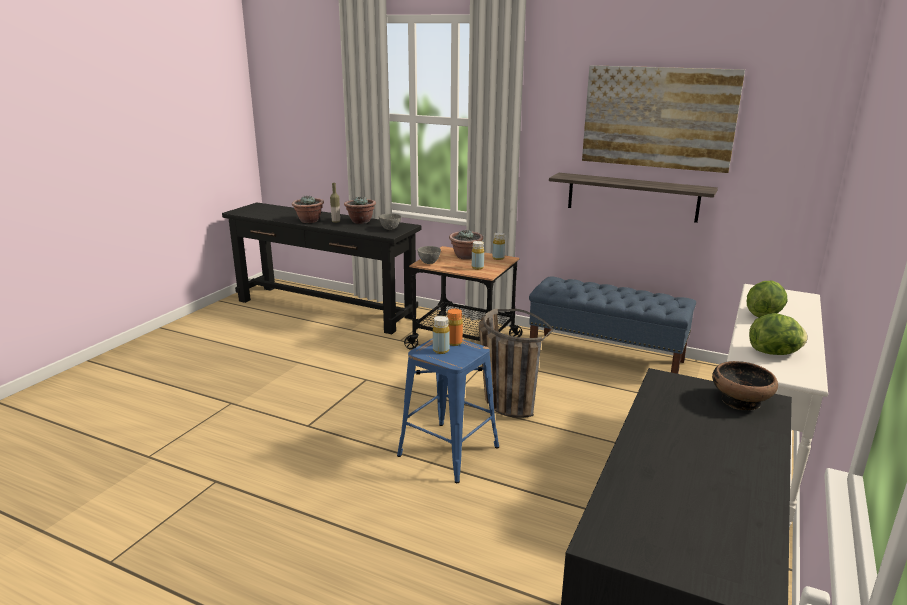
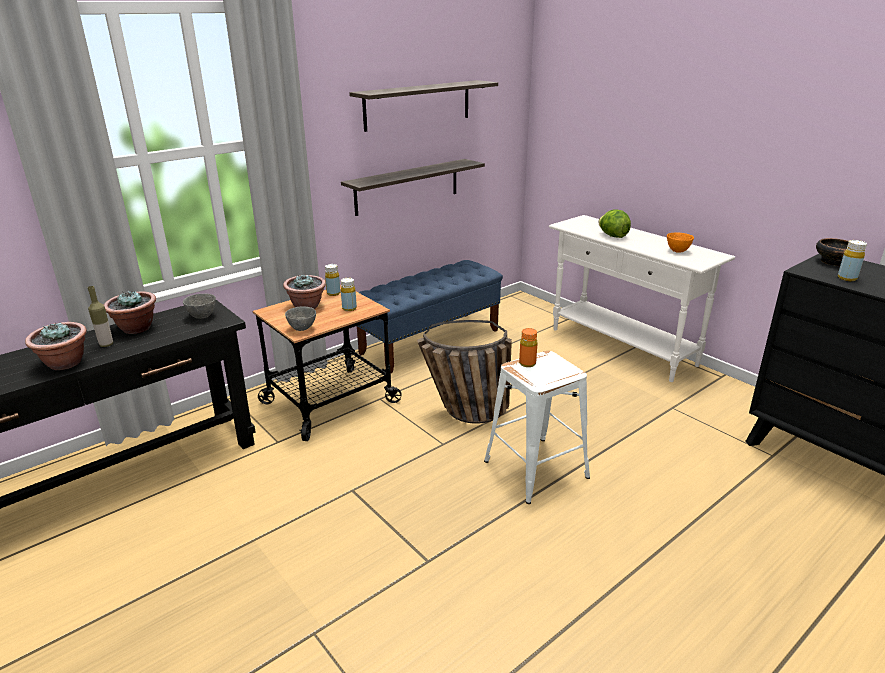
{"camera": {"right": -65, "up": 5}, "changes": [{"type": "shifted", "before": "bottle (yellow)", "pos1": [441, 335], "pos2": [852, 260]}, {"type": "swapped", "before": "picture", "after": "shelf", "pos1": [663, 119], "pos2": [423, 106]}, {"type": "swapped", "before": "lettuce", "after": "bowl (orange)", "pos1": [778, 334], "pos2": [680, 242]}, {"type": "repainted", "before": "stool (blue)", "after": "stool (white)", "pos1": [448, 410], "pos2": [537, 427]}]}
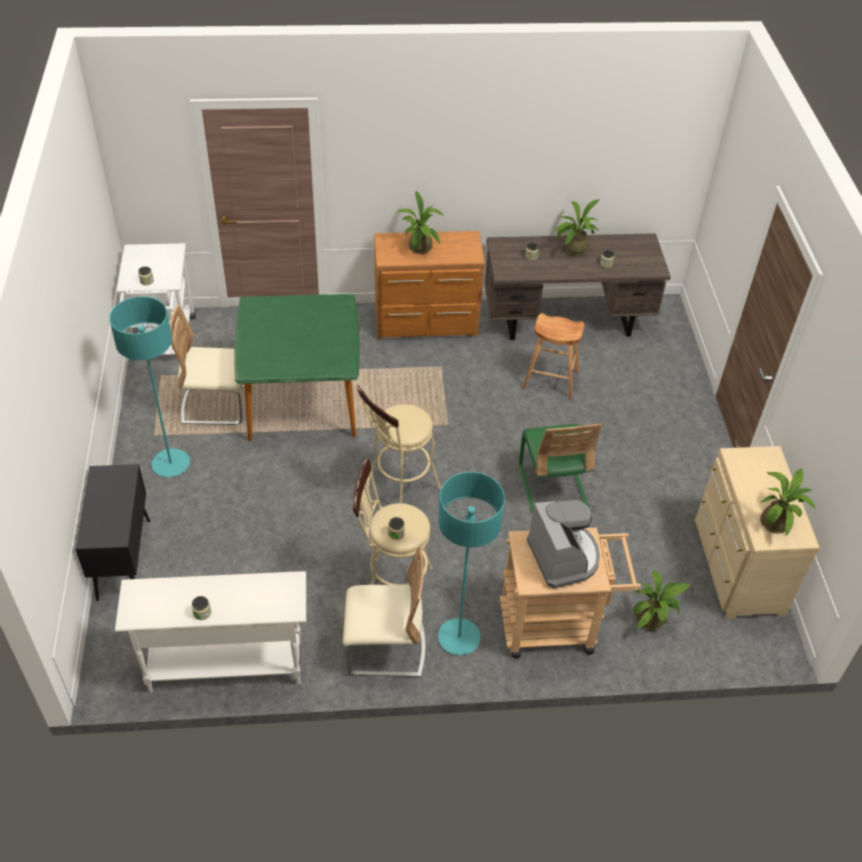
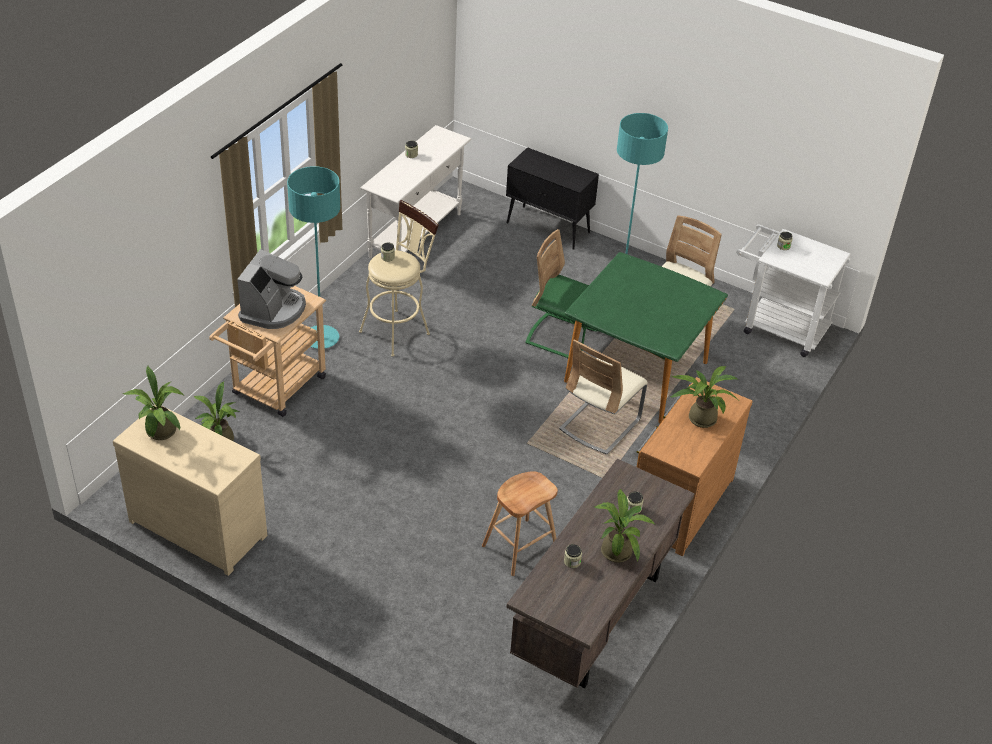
{"camera": {"right": 125, "up": -5}, "changes": [{"type": "gone", "before": "stool (beige)", "pos1": [398, 444]}, {"type": "shifted", "before": "chair (beige)", "pos1": [384, 611], "pos2": [603, 397]}, {"type": "shifted", "before": "chair (green)", "pos1": [560, 468], "pos2": [560, 294]}, {"type": "rotated", "before": "coffee machine", "pos1": [563, 544], "pos2": [271, 289], "turn": -90}]}
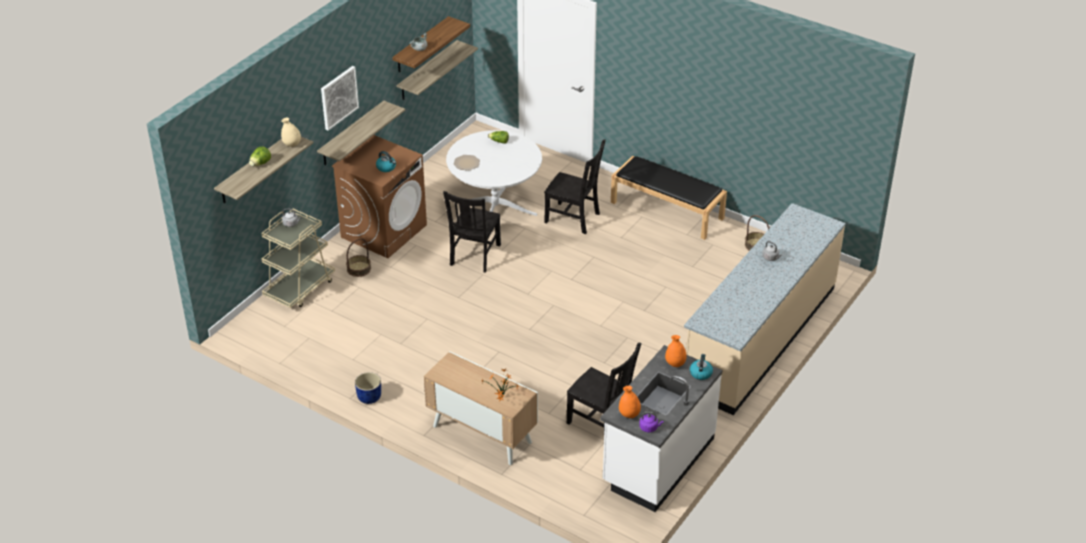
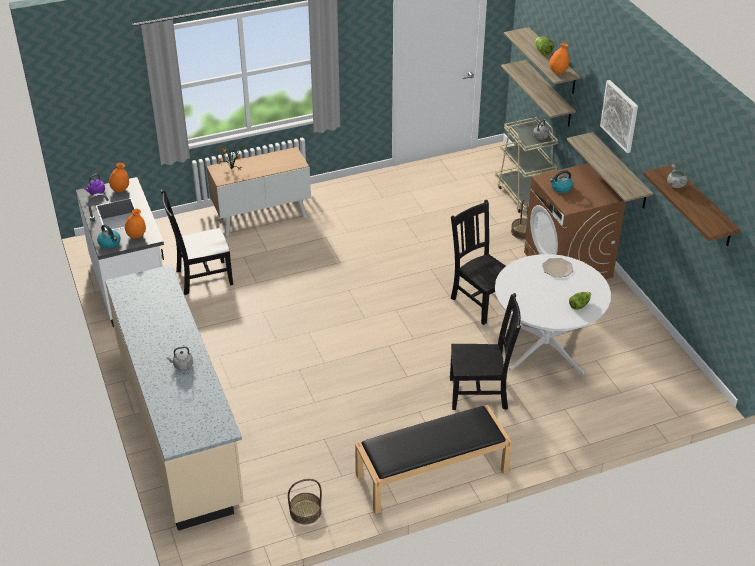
{"camera": {"right": 125, "up": 0}, "changes": [{"type": "gone", "before": "planter (blue)", "pos1": [368, 388]}, {"type": "shifted", "before": "shelf", "pos1": [437, 70], "pos2": [538, 93]}, {"type": "repainted", "before": "vase (beige)", "after": "vase (orange)", "pos1": [291, 132], "pos2": [559, 58]}, {"type": "rotated", "before": "chair (black)", "pos1": [575, 187], "pos2": [485, 351], "turn": -150}]}
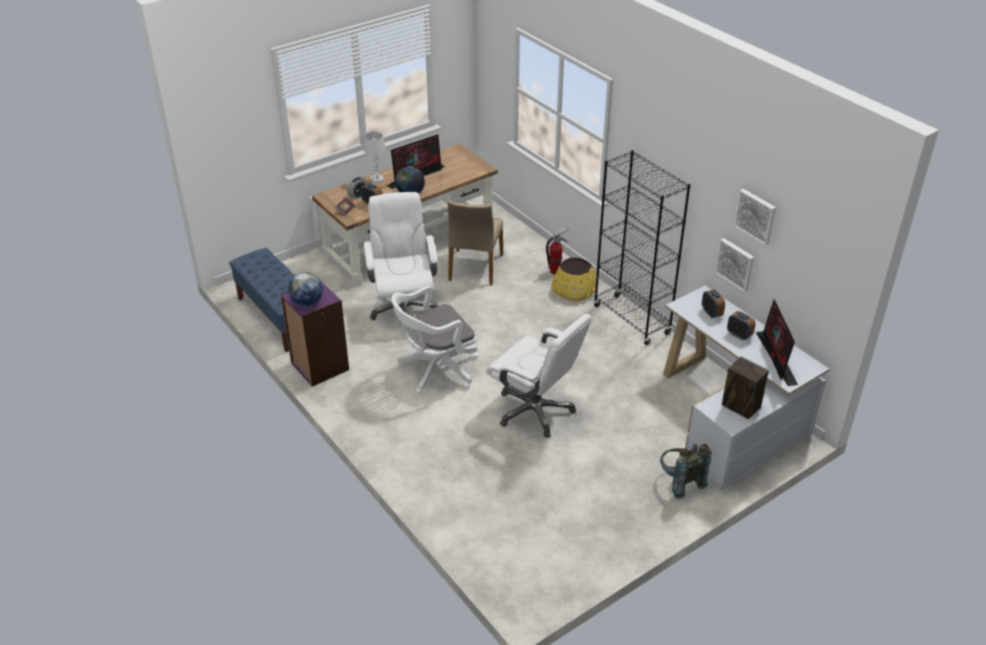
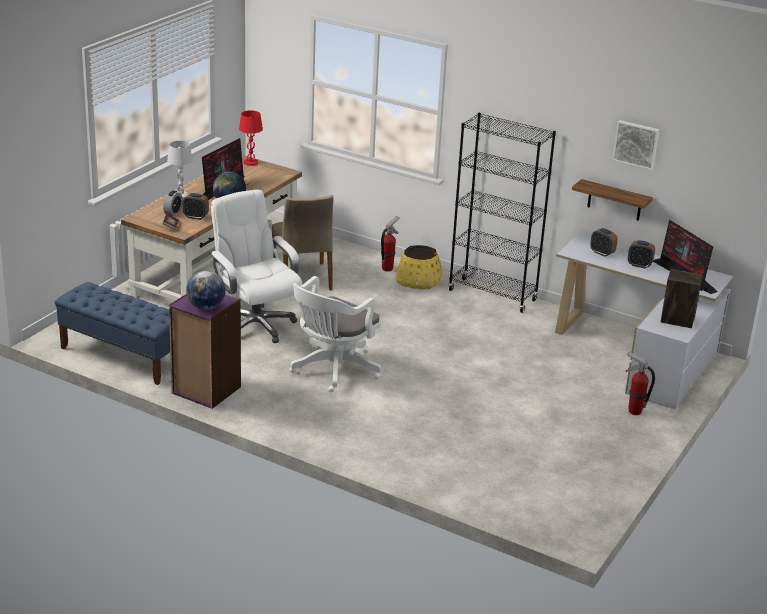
{"camera": {"right": -25, "up": -10}, "changes": [{"type": "gone", "before": "office chair (white)", "pos1": [539, 376]}, {"type": "new", "after": "table lamp (red)", "pos2": [251, 138]}, {"type": "swapped", "before": "backpack (grey)", "after": "fire extinguisher", "pos1": [686, 471], "pos2": [640, 383]}, {"type": "swapped", "before": "picture", "after": "shelf", "pos1": [734, 265], "pos2": [612, 200]}]}
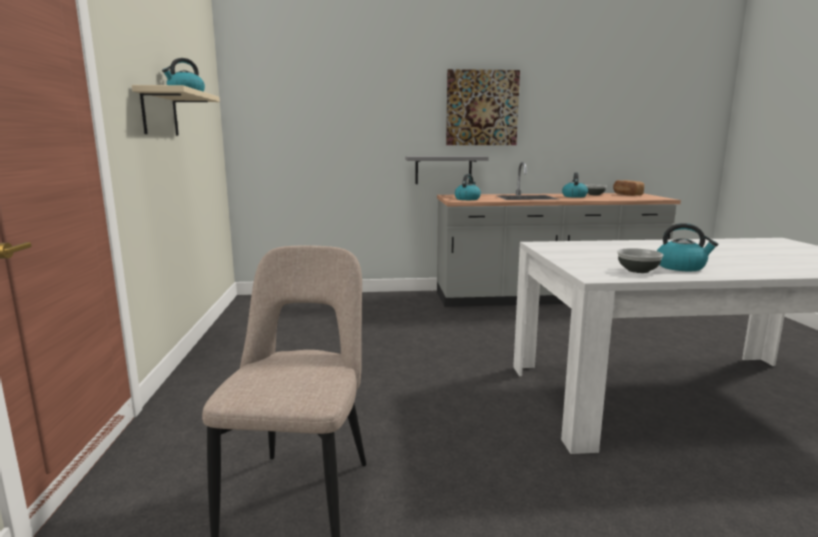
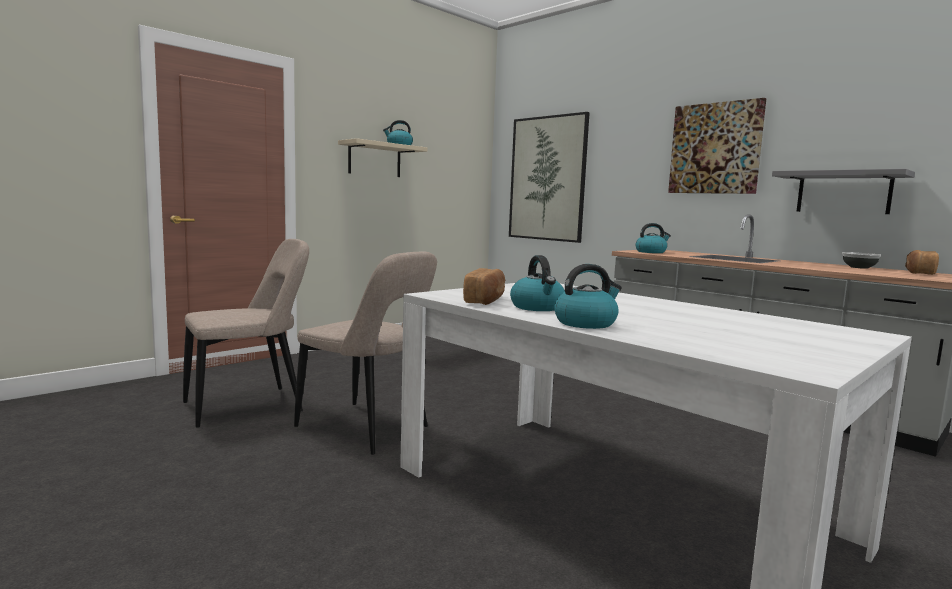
{"camera": {"right": 50, "up": -5}, "changes": [{"type": "new", "after": "chair (beige)", "pos2": [365, 353]}, {"type": "new", "after": "picture", "pos2": [549, 177]}, {"type": "shifted", "before": "shelf (grey)", "pos1": [447, 170], "pos2": [843, 191]}, {"type": "shifted", "before": "kettle", "pos1": [575, 185], "pos2": [588, 296]}, {"type": "swapped", "before": "bowl", "after": "bread", "pos1": [640, 260], "pos2": [484, 286]}]}
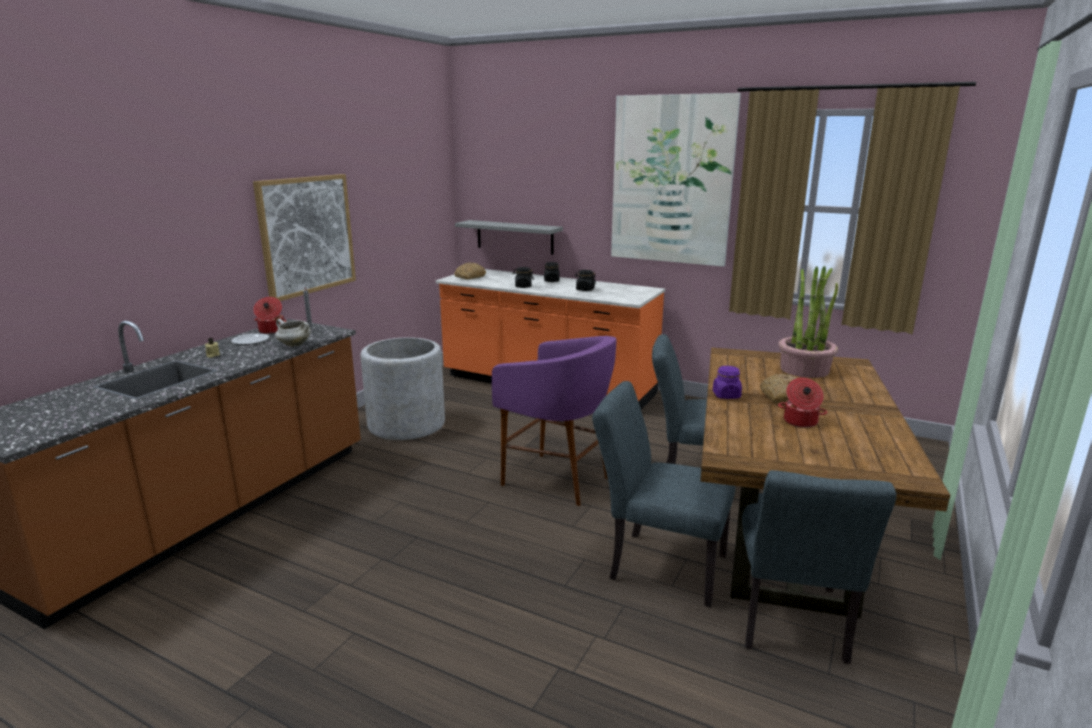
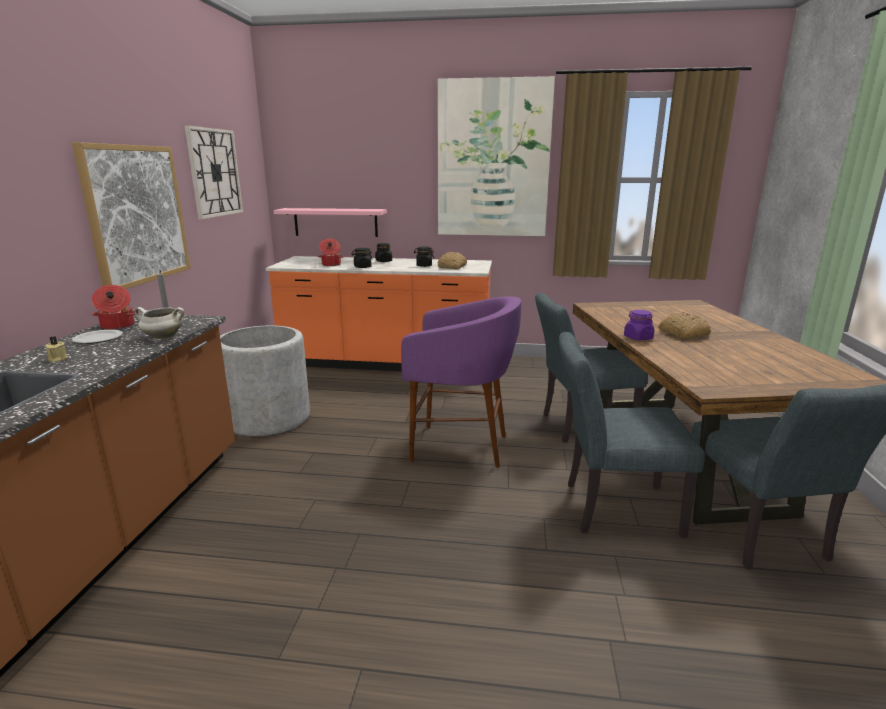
{"camera": {"right": -20, "up": 0}, "changes": [{"type": "gone", "before": "potted plant", "pos1": [808, 322]}, {"type": "new", "after": "wall clock", "pos2": [213, 172]}, {"type": "shifted", "before": "bread", "pos1": [470, 271], "pos2": [452, 260]}, {"type": "shifted", "before": "cooking pot", "pos1": [802, 403], "pos2": [331, 252]}, {"type": "repainted", "before": "shelf (grey)", "after": "shelf (pink)", "pos1": [509, 237], "pos2": [330, 222]}]}
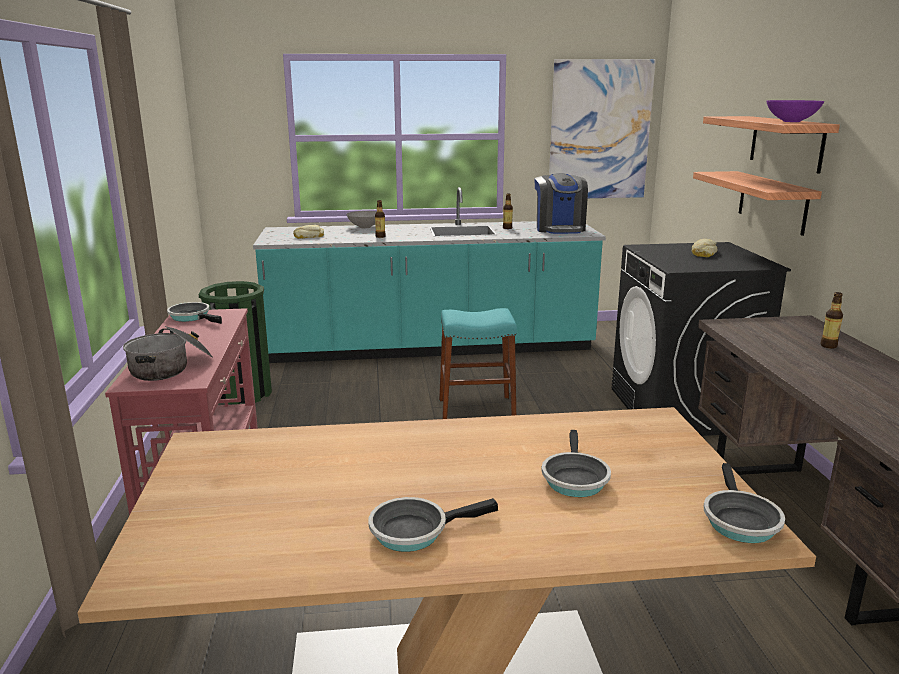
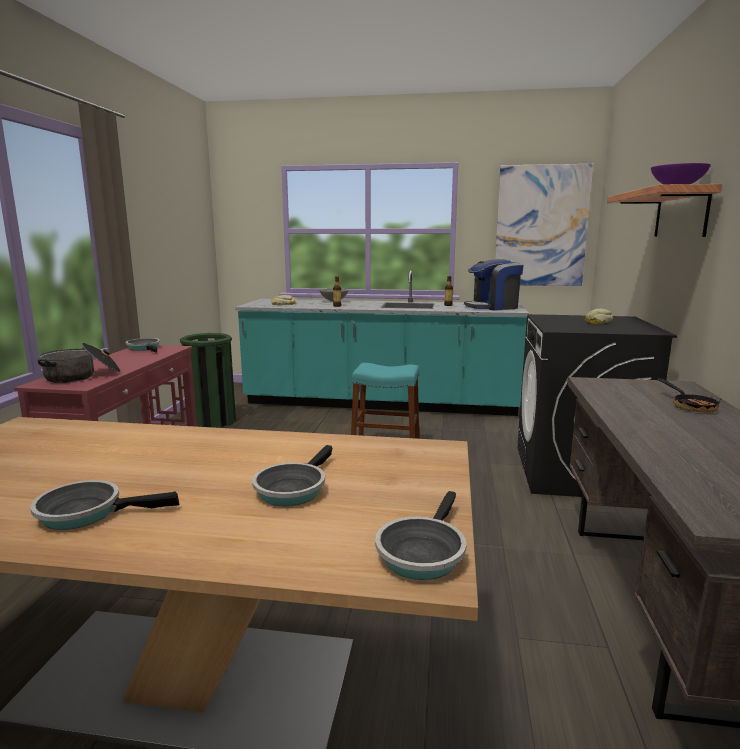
{"camera": {"right": 15, "up": -5}, "changes": [{"type": "gone", "before": "shelf", "pos1": [757, 203]}, {"type": "swapped", "before": "bottle", "after": "frying pan", "pos1": [831, 320], "pos2": [689, 395]}, {"type": "rotated", "before": "coffee machine", "pos1": [561, 203], "pos2": [493, 285], "turn": 60}]}
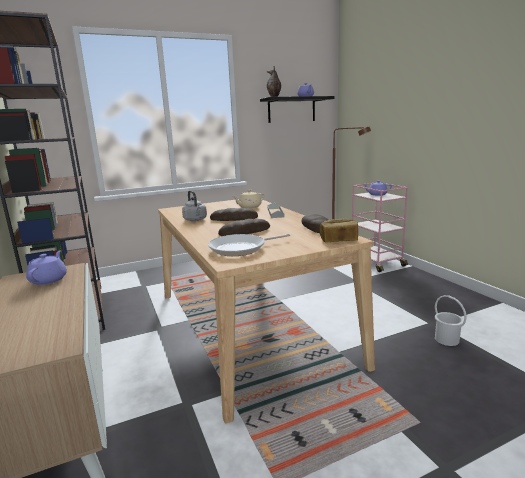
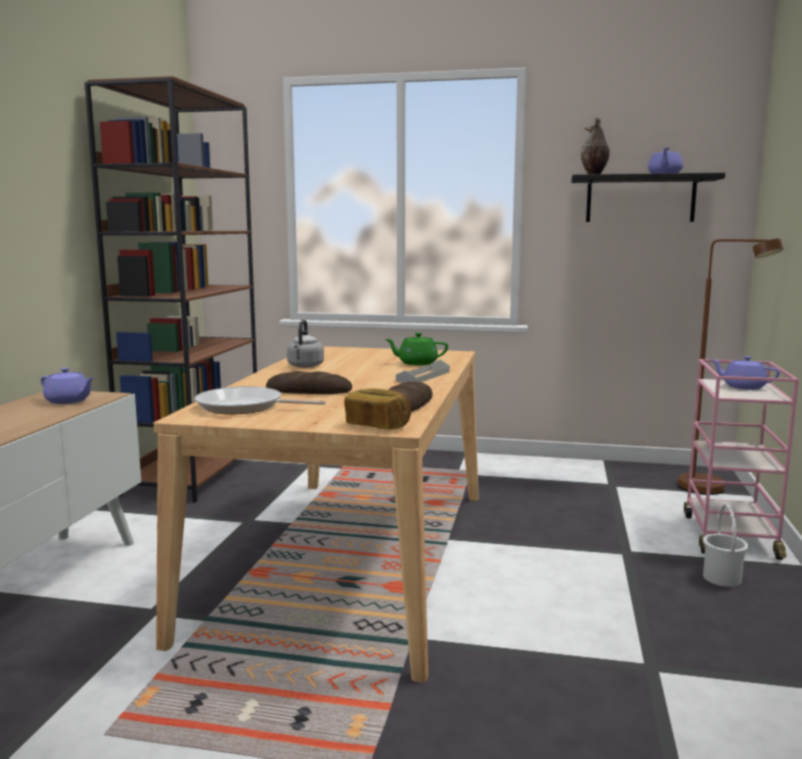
{"camera": {"right": 35, "up": -5}, "changes": [{"type": "gone", "before": "bread", "pos1": [234, 214]}, {"type": "shifted", "before": "bucket (white)", "pos1": [450, 320], "pos2": [726, 545]}, {"type": "repainted", "before": "teapot (beige)", "after": "teapot (green)", "pos1": [249, 199], "pos2": [416, 349]}, {"type": "rotated", "before": "teapot (purple)", "pos1": [46, 267], "pos2": [67, 386], "turn": 75}]}
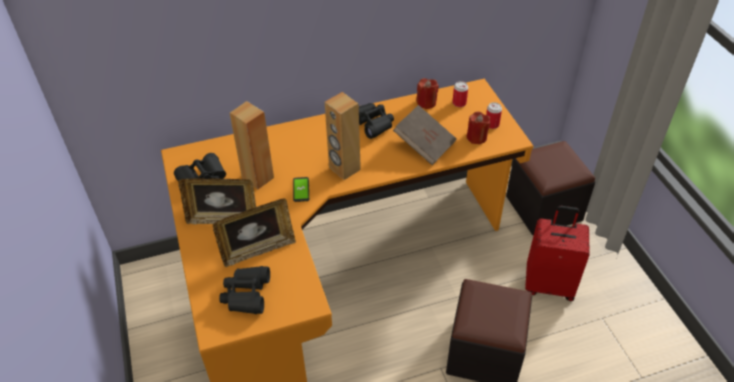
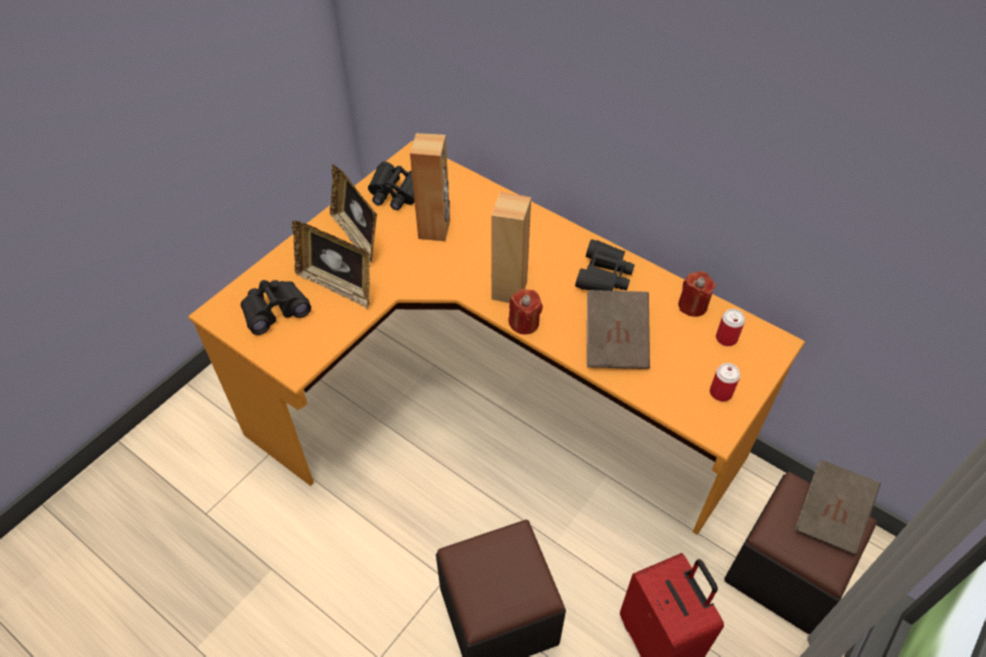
{"camera": {"right": 55, "up": 5}, "changes": [{"type": "gone", "before": "phone", "pos1": [301, 189]}, {"type": "new", "after": "book (brown)", "pos2": [838, 507]}, {"type": "shifted", "before": "candle (red)", "pos1": [478, 128], "pos2": [525, 311]}]}
